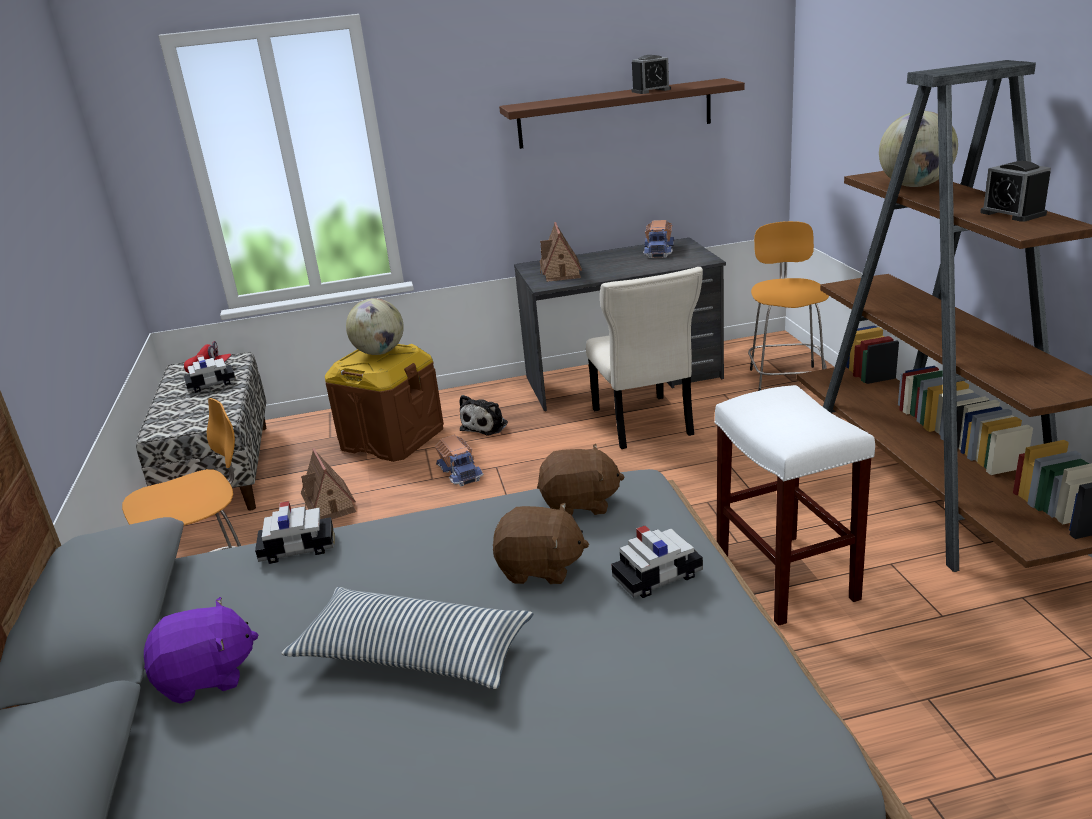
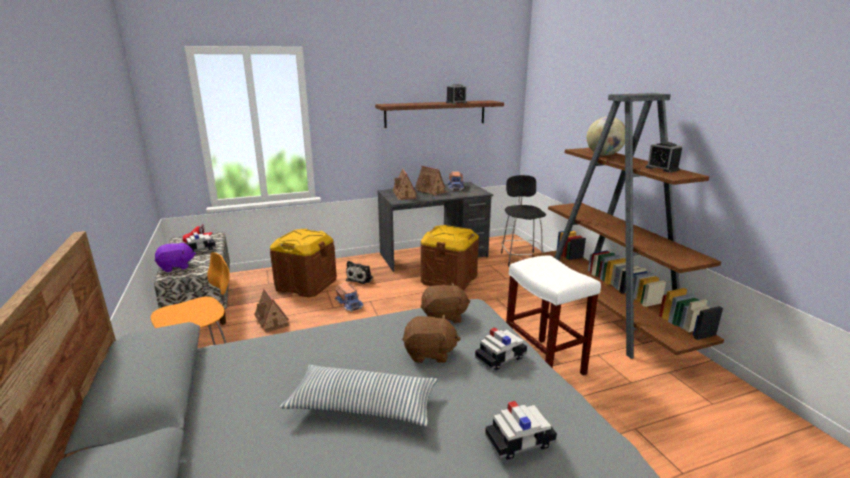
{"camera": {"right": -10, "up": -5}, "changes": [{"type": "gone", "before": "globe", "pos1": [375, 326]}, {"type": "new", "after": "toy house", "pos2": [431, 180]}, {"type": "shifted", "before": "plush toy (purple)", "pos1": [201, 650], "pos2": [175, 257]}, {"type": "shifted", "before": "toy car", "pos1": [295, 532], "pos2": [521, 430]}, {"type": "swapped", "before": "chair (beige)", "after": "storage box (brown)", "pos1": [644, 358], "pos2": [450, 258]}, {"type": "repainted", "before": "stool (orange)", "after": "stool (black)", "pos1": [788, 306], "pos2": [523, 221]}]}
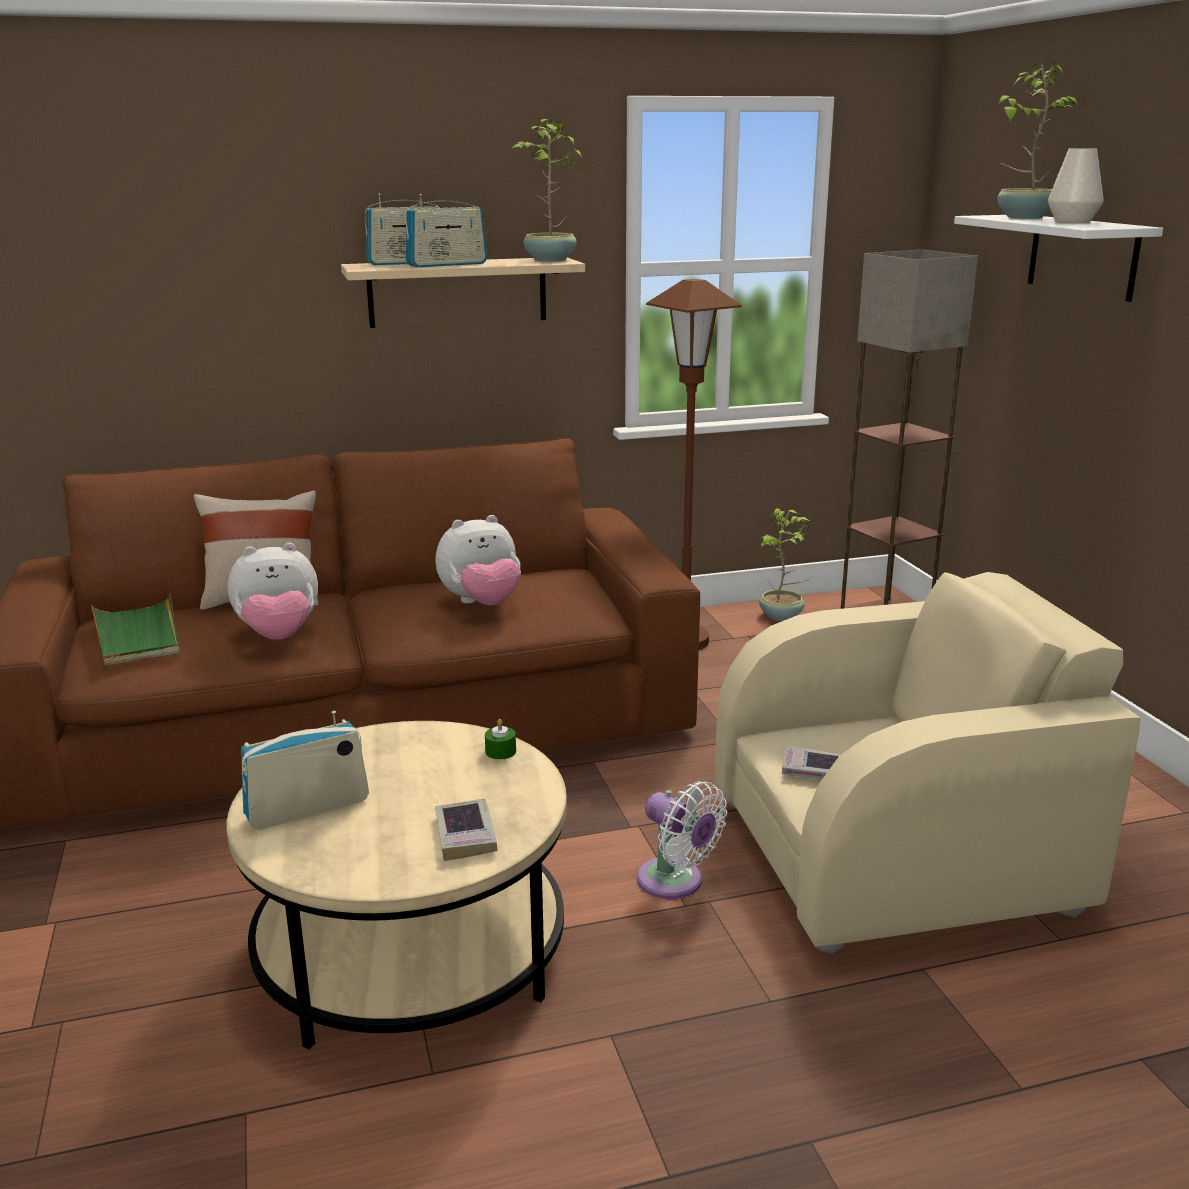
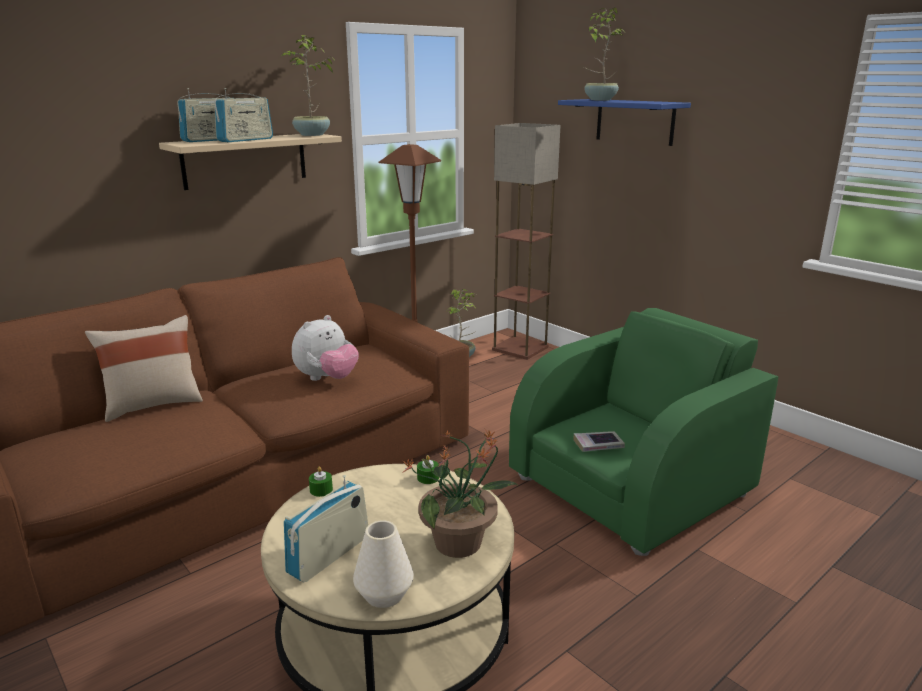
{"camera": {"right": -25, "up": 0}, "changes": [{"type": "gone", "before": "tray (green)", "pos1": [135, 629]}, {"type": "gone", "before": "plush toy", "pos1": [273, 591]}, {"type": "gone", "before": "fan (white)", "pos1": [682, 840]}, {"type": "new", "after": "candle (green)", "pos2": [321, 481]}, {"type": "shifted", "before": "vase (white)", "pos1": [1076, 185], "pos2": [383, 564]}, {"type": "swapped", "before": "book", "after": "potted plant", "pos1": [466, 830], "pos2": [460, 494]}, {"type": "repainted", "before": "armchair (beige)", "after": "armchair (green)", "pos1": [928, 763], "pos2": [644, 432]}, {"type": "repainted", "before": "shelf (white)", "after": "shelf (blue)", "pos1": [1058, 258], "pos2": [624, 122]}]}
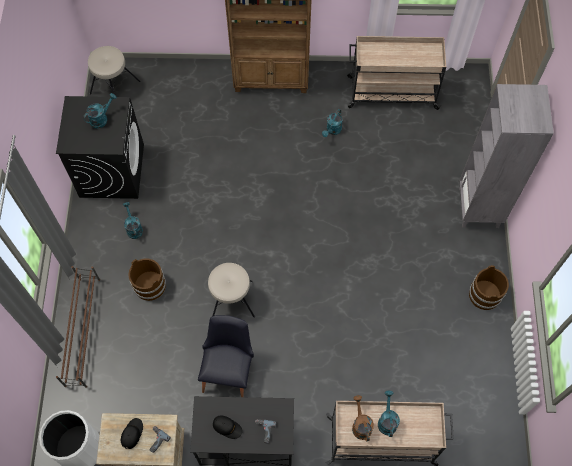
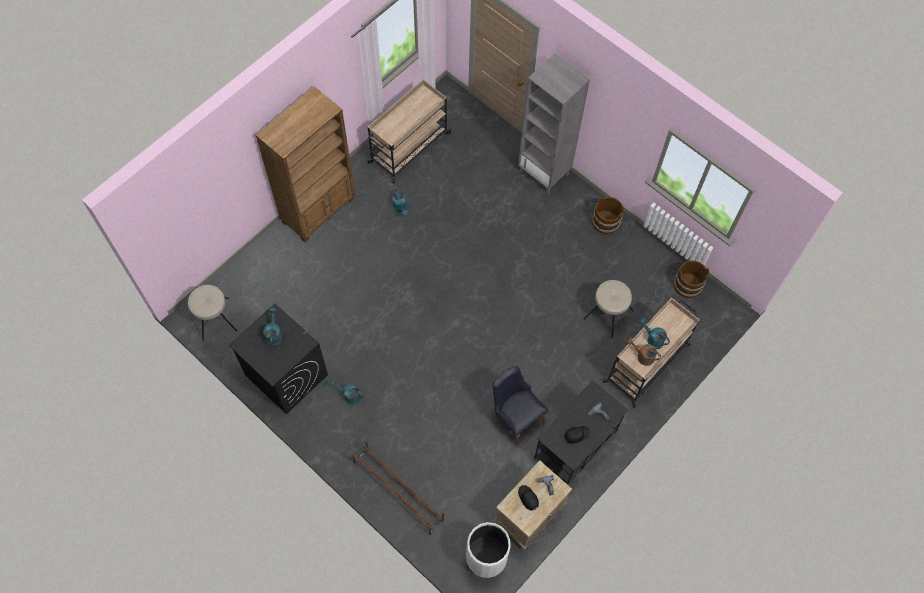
{"camera": {"right": -50, "up": 0}, "changes": [{"type": "shifted", "before": "bucket (brown)", "pos1": [147, 279], "pos2": [691, 279]}, {"type": "shifted", "before": "stool (beige)", "pos1": [231, 290], "pos2": [608, 309]}]}
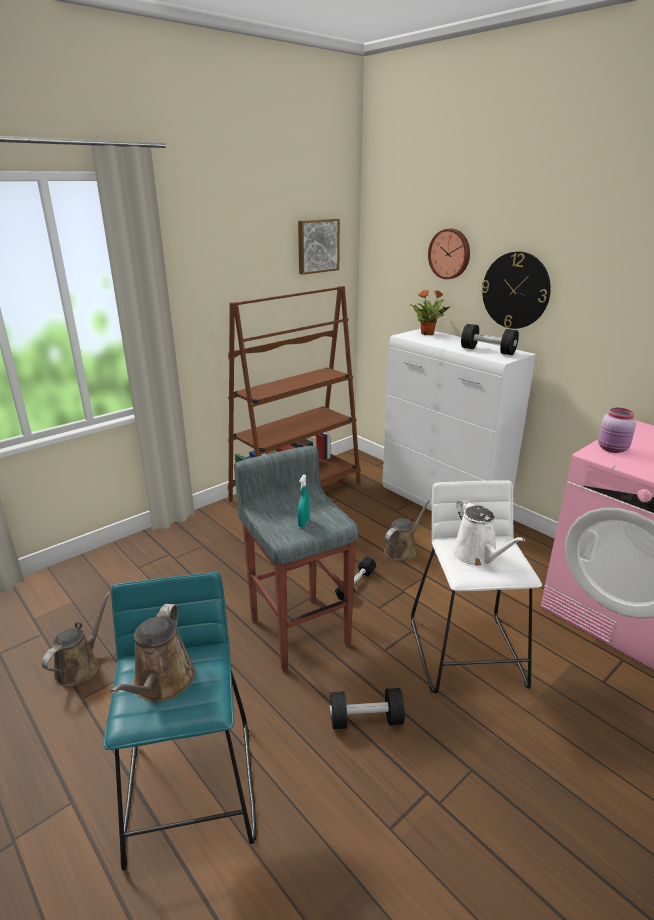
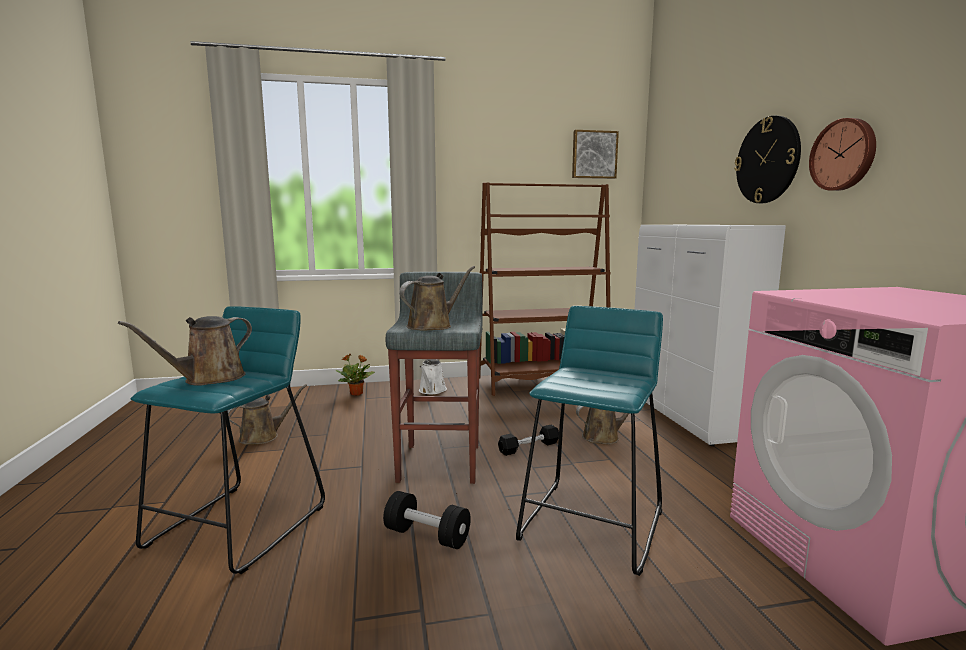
{"camera": {"right": 30, "up": -15}, "changes": [{"type": "gone", "before": "dumbbell (black)", "pos1": [490, 339]}, {"type": "gone", "before": "jar (pink)", "pos1": [617, 430]}, {"type": "shifted", "before": "potted plant", "pos1": [430, 312], "pos2": [355, 374]}, {"type": "shifted", "before": "wall clock", "pos1": [449, 254], "pos2": [842, 154]}, {"type": "shifted", "before": "watering can (white)", "pos1": [488, 533], "pos2": [433, 376]}, {"type": "swapped", "before": "spray bottle (turquoise)", "after": "watering can (brown)", "pos1": [303, 501], "pos2": [437, 298]}, {"type": "repainted", "before": "stool (white)", "after": "stool (turquoise)", "pos1": [476, 586], "pos2": [589, 441]}]}
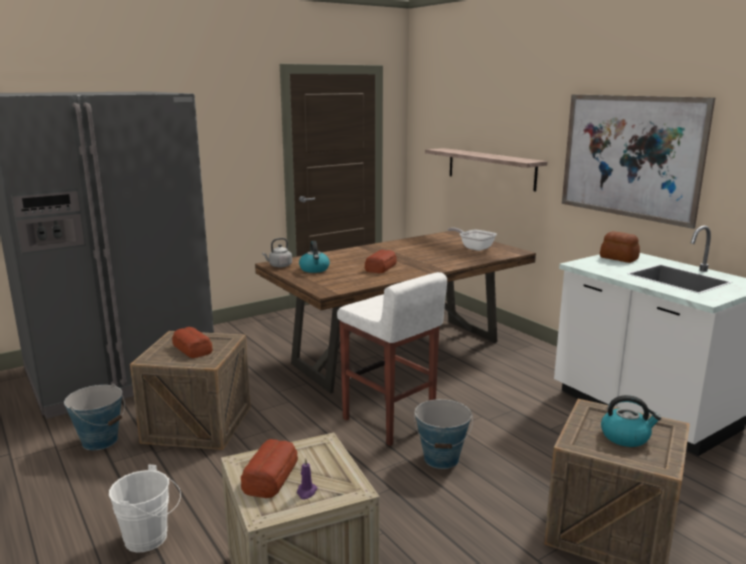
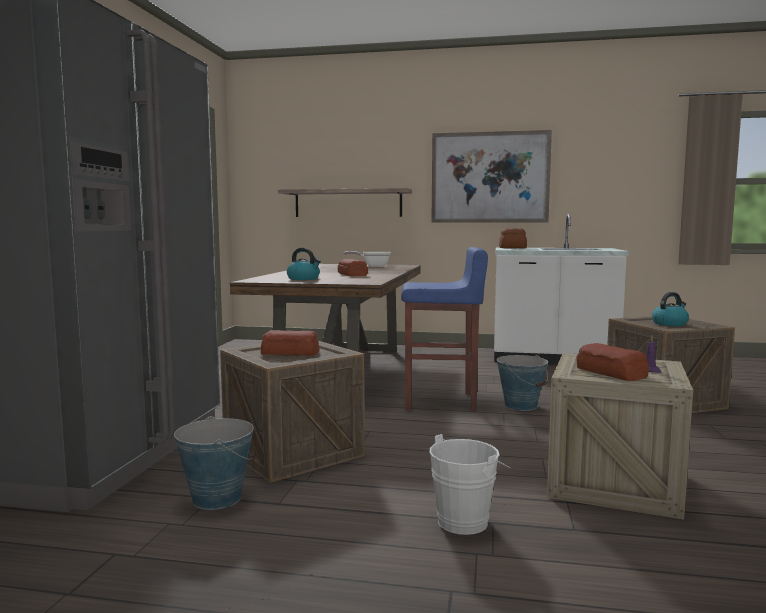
{"camera": {"right": -45, "up": -10}, "changes": [{"type": "gone", "before": "kettle (grey)", "pos1": [277, 252]}, {"type": "repainted", "before": "stool (white)", "after": "stool (blue)", "pos1": [392, 359], "pos2": [444, 329]}]}
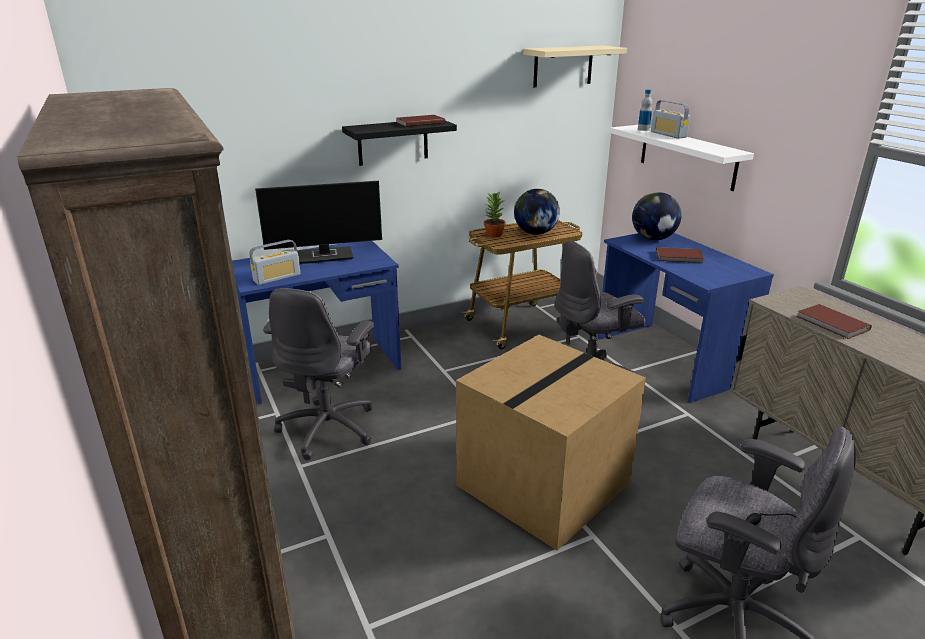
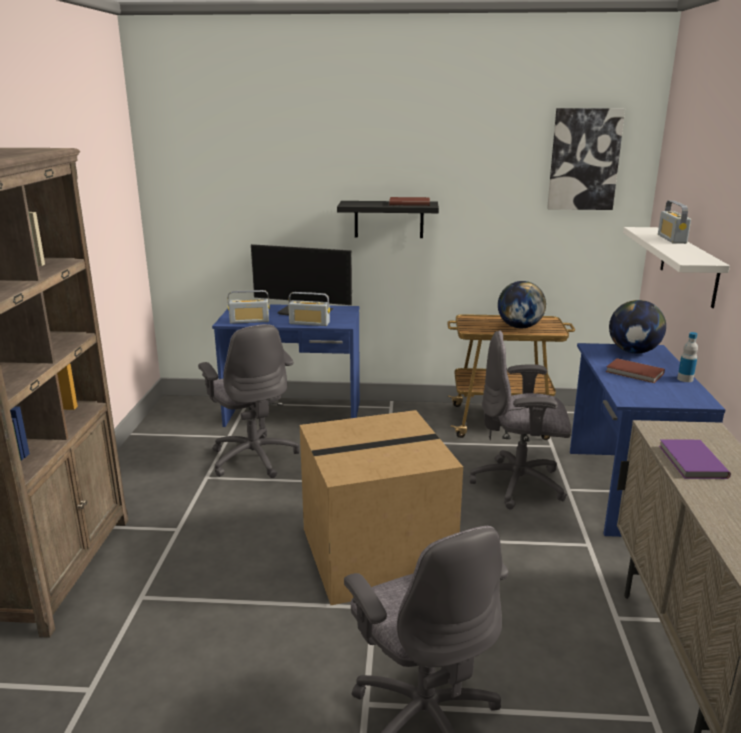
{"camera": {"right": 30, "up": -5}, "changes": [{"type": "gone", "before": "potted plant", "pos1": [494, 214]}, {"type": "new", "after": "radio", "pos2": [309, 309]}, {"type": "shifted", "before": "bottle", "pos1": [645, 110], "pos2": [687, 357]}, {"type": "swapped", "before": "shelf (beige)", "after": "picture", "pos1": [575, 66], "pos2": [586, 159]}, {"type": "repainted", "before": "book (brown)", "after": "book (purple)", "pos1": [834, 321], "pos2": [695, 459]}, {"type": "rotated", "before": "office chair (grey)", "pos1": [318, 374], "pos2": [248, 401], "turn": -75}]}
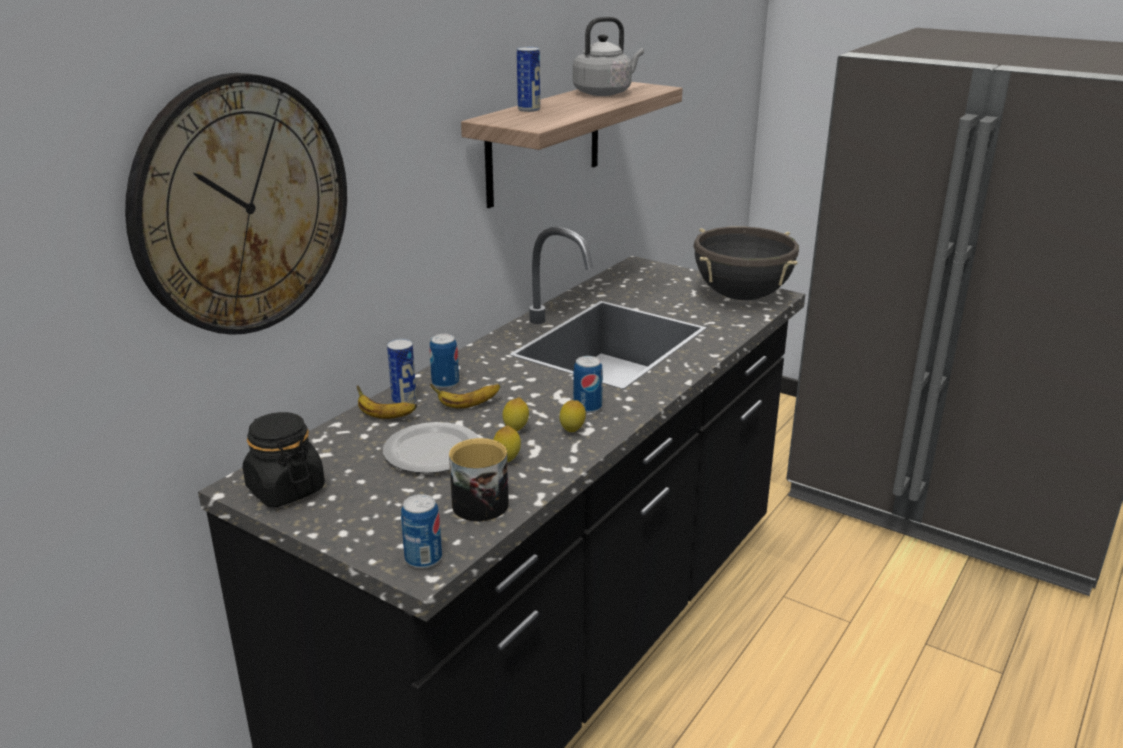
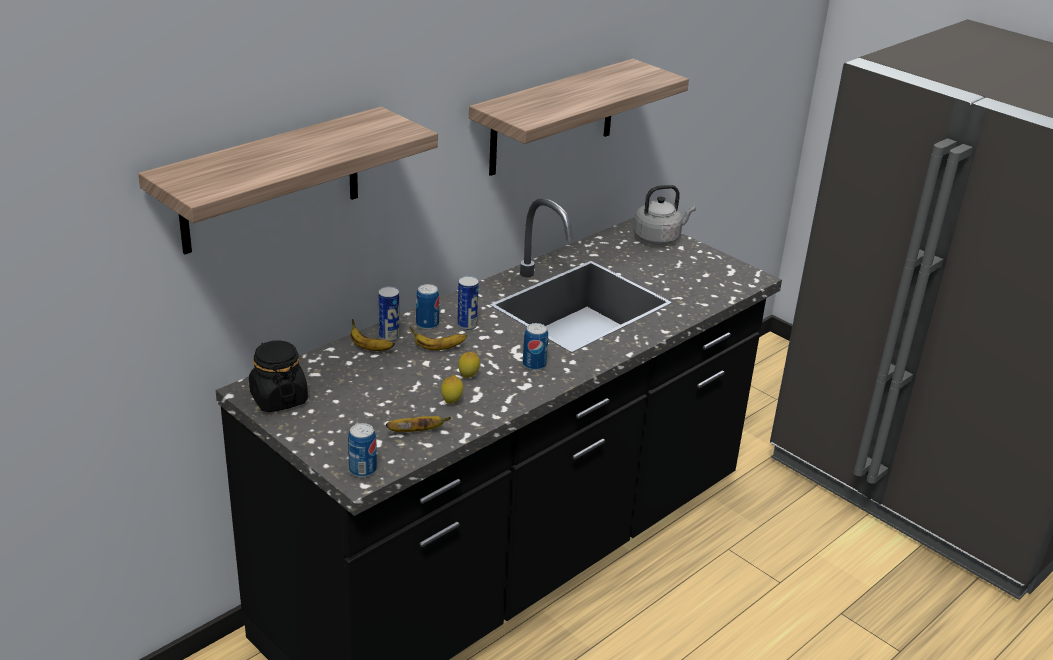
{"camera": {"right": 10, "up": 5}, "changes": [{"type": "gone", "before": "plate", "pos1": [431, 447]}, {"type": "gone", "before": "lemon", "pos1": [573, 416]}, {"type": "gone", "before": "cooking pot (black)", "pos1": [746, 263]}, {"type": "shifted", "before": "can", "pos1": [528, 79], "pos2": [468, 303]}, {"type": "shifted", "before": "kettle (grey)", "pos1": [608, 56], "pos2": [665, 215]}, {"type": "swapped", "before": "wall clock", "after": "shelf", "pos1": [236, 204], "pos2": [288, 180]}, {"type": "swapped", "before": "mug", "after": "banana", "pos1": [479, 479], "pos2": [418, 424]}]}
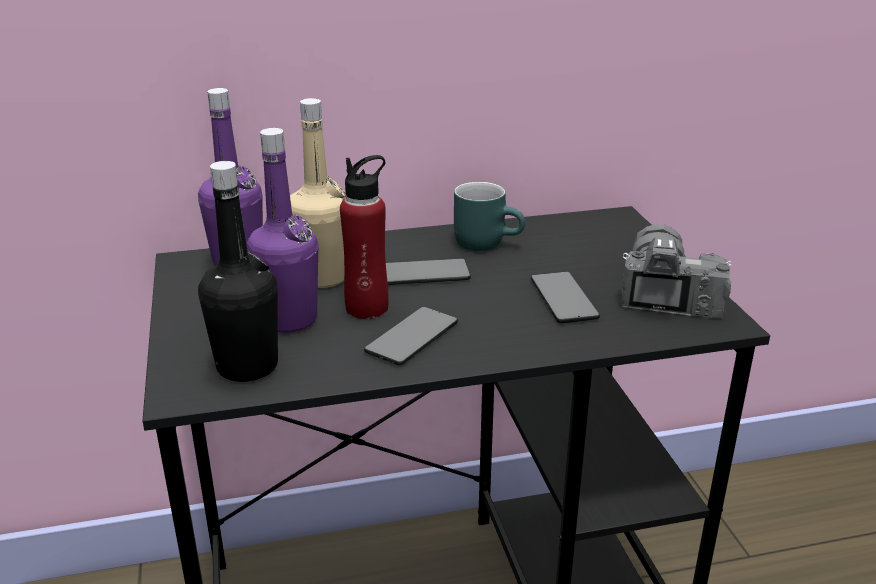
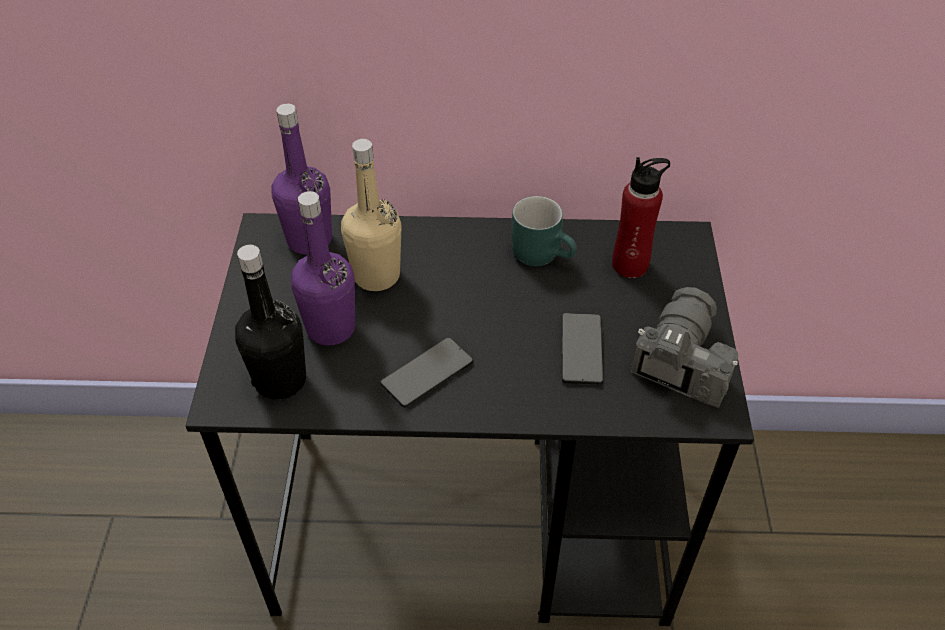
{"camera": {"right": 15, "up": 20}, "changes": [{"type": "gone", "before": "phone", "pos1": [428, 272]}, {"type": "shifted", "before": "bottle (red)", "pos1": [364, 237], "pos2": [641, 217]}]}
